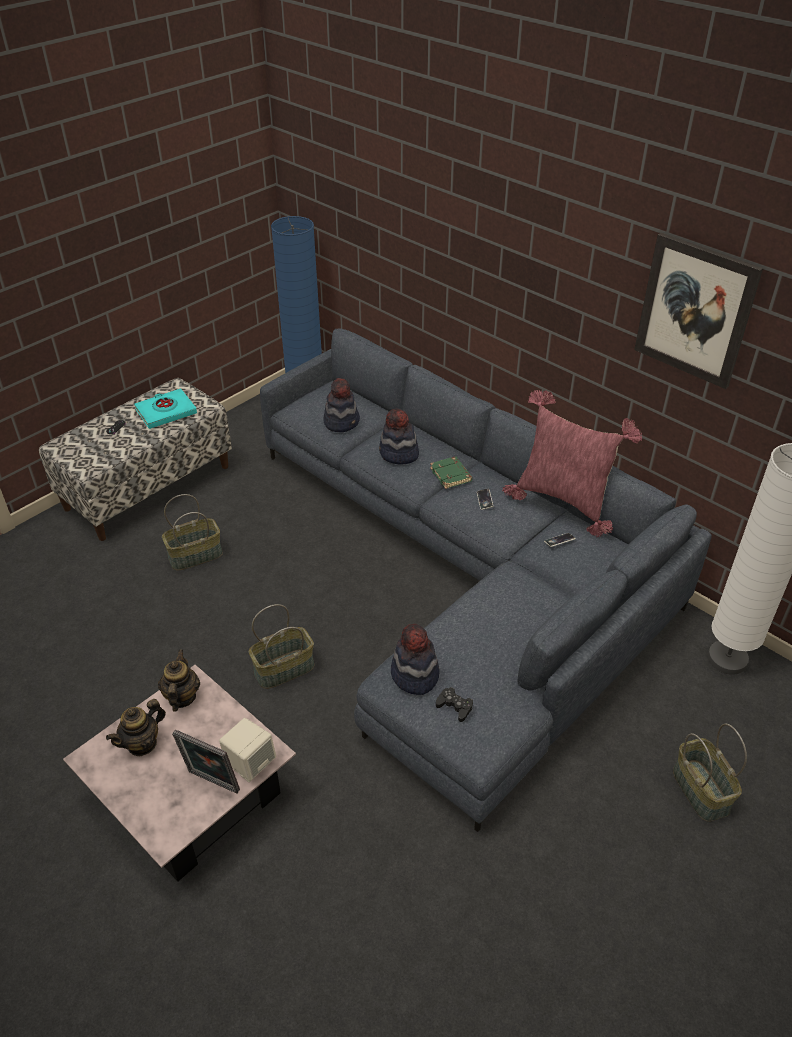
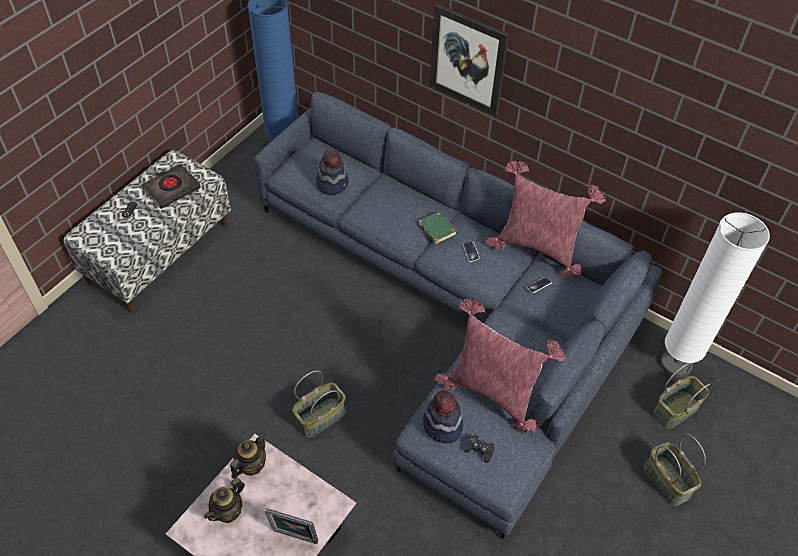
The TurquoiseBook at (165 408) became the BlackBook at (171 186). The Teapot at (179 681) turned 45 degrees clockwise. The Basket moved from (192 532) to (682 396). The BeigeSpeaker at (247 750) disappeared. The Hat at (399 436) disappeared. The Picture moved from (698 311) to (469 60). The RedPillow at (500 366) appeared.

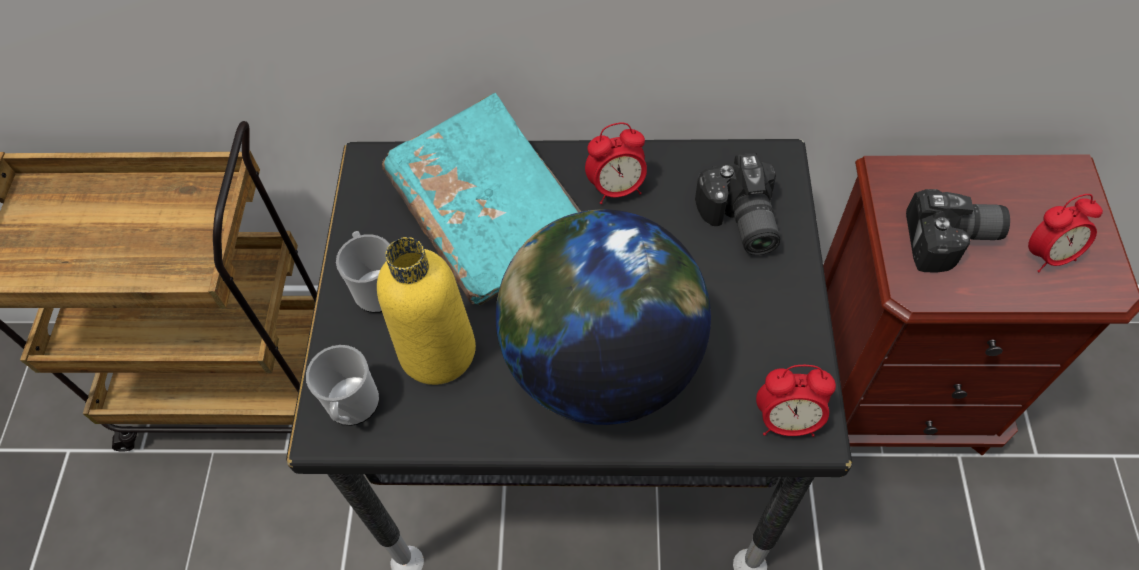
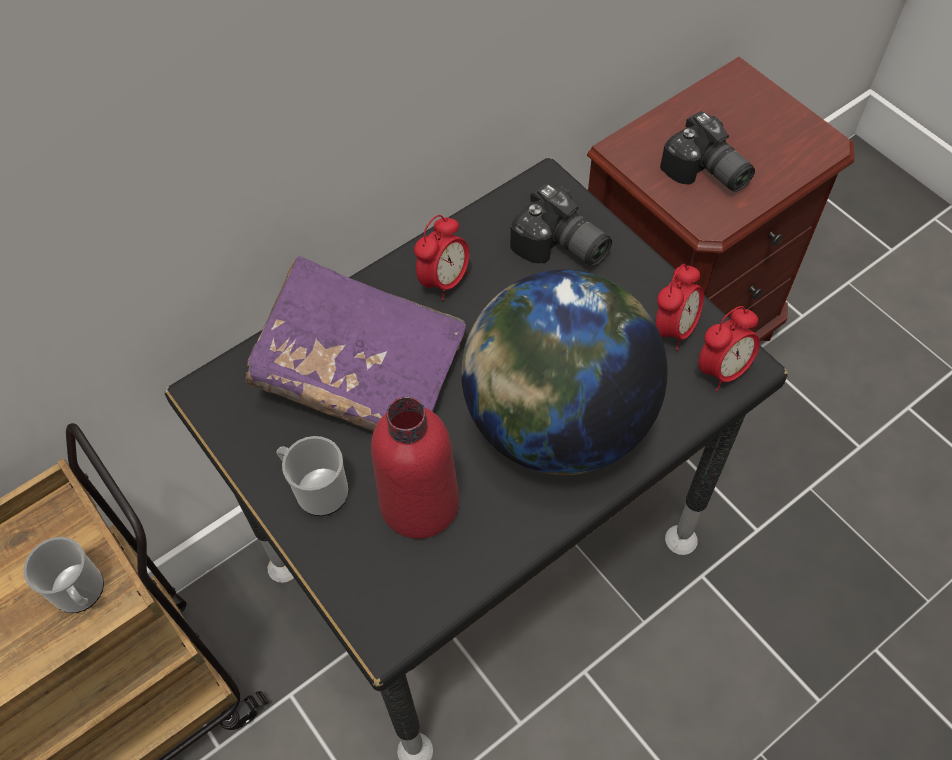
The Mug moved from (342 385) to (63 575). The YellowBottle at (426 311) became the RedBottle at (415 468). The TurquoiseBook at (481 199) became the PurpleBook at (356 343). The PhotoCamera at (958 230) turned 90 degrees clockwise. The AlarmClock moved from (1065 233) to (680 307).

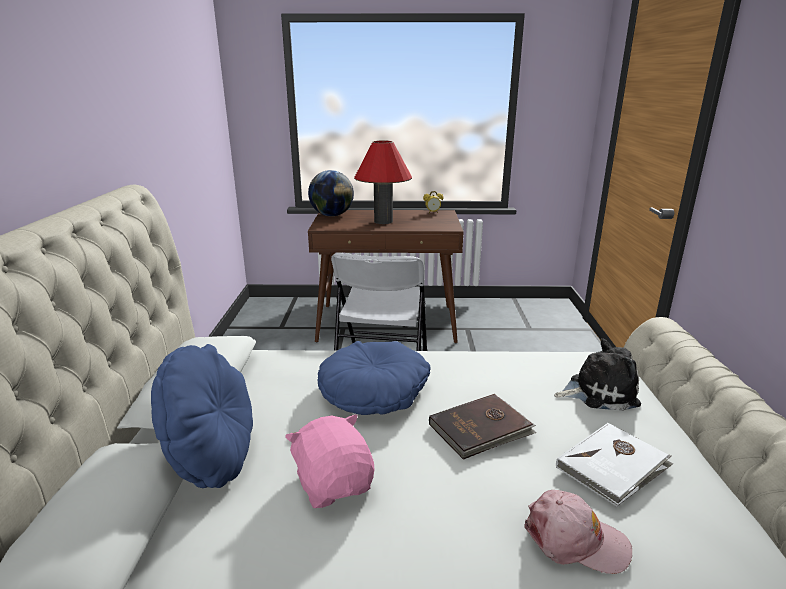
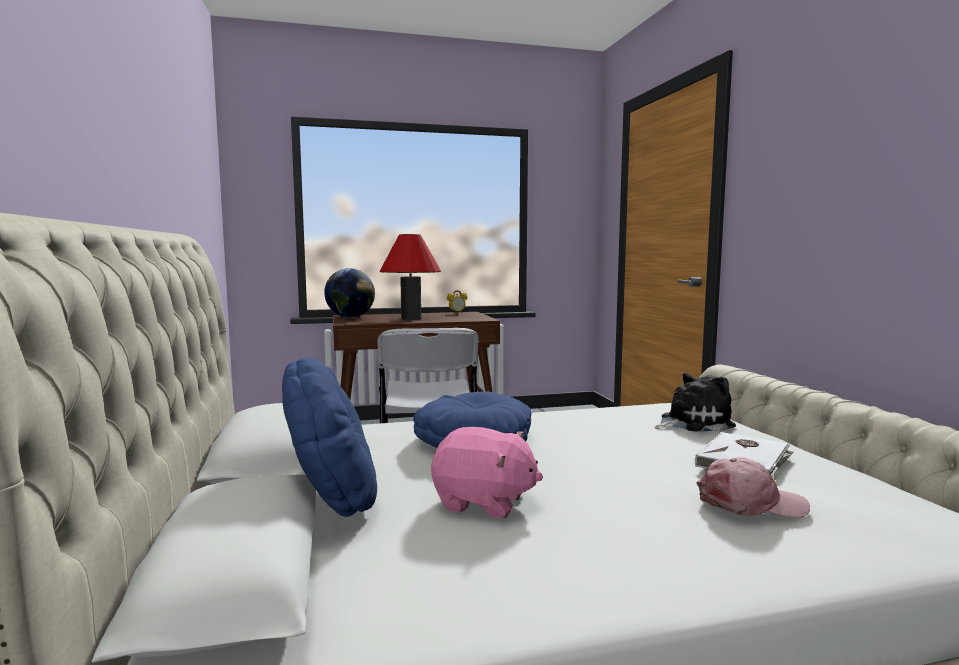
The PinkPlushToy at (329 461) turned 150 degrees clockwise. The BrownBook at (483 427) disappeared.

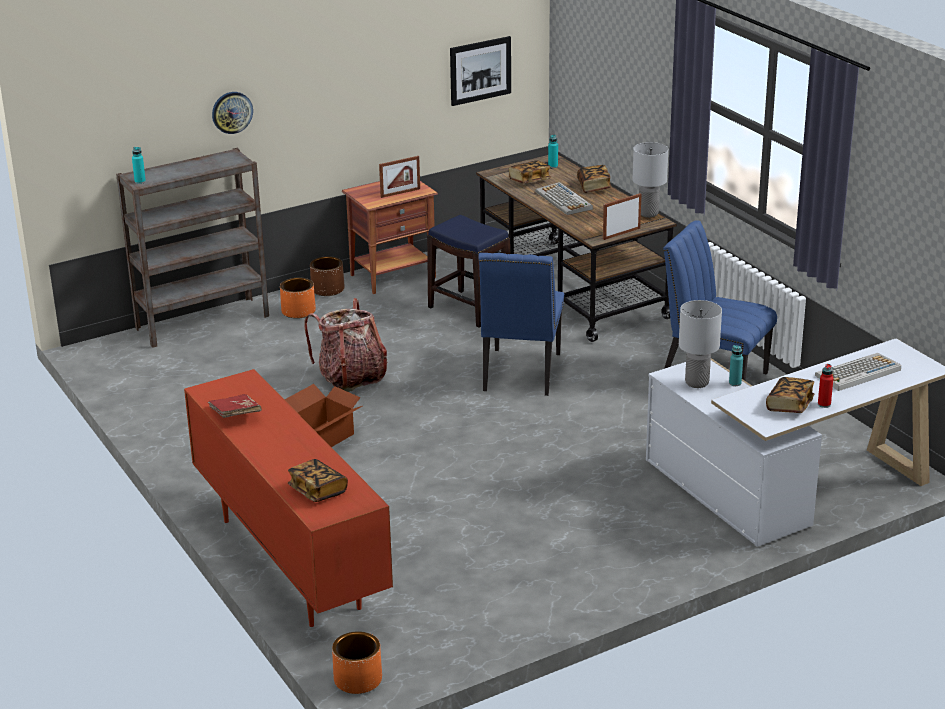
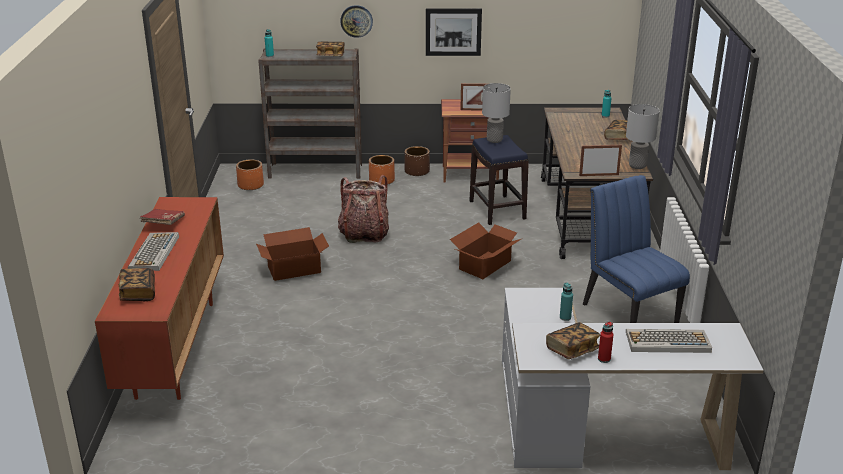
The OrangePlanter moved from (357 662) to (250 174). The Picture moved from (480 71) to (454 32). The BlueChair at (521 324) was replaced by the CardboardBox at (485 250). The Book moved from (530 172) to (330 49). The Keyboard moved from (564 198) to (153 251). The GreyTableLamp moved from (700 344) to (496 113).

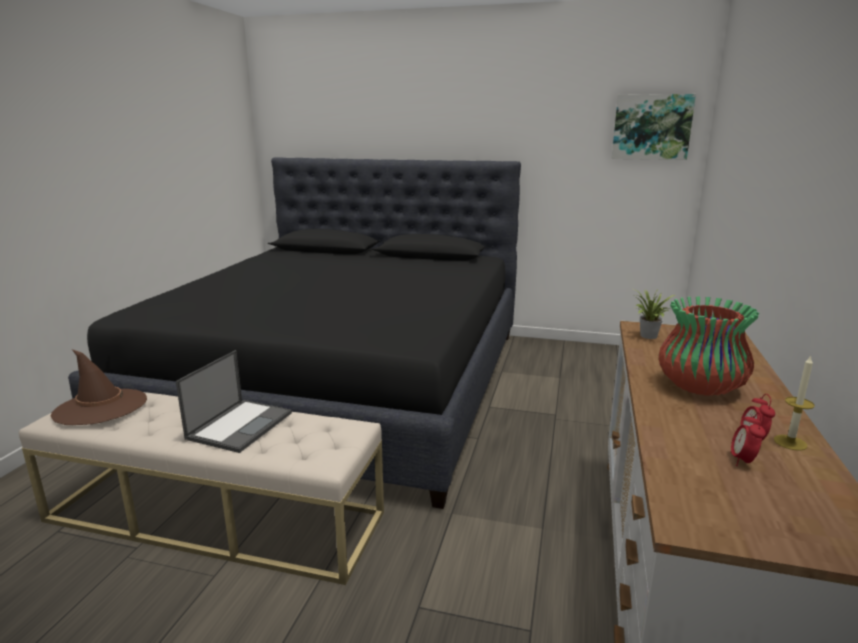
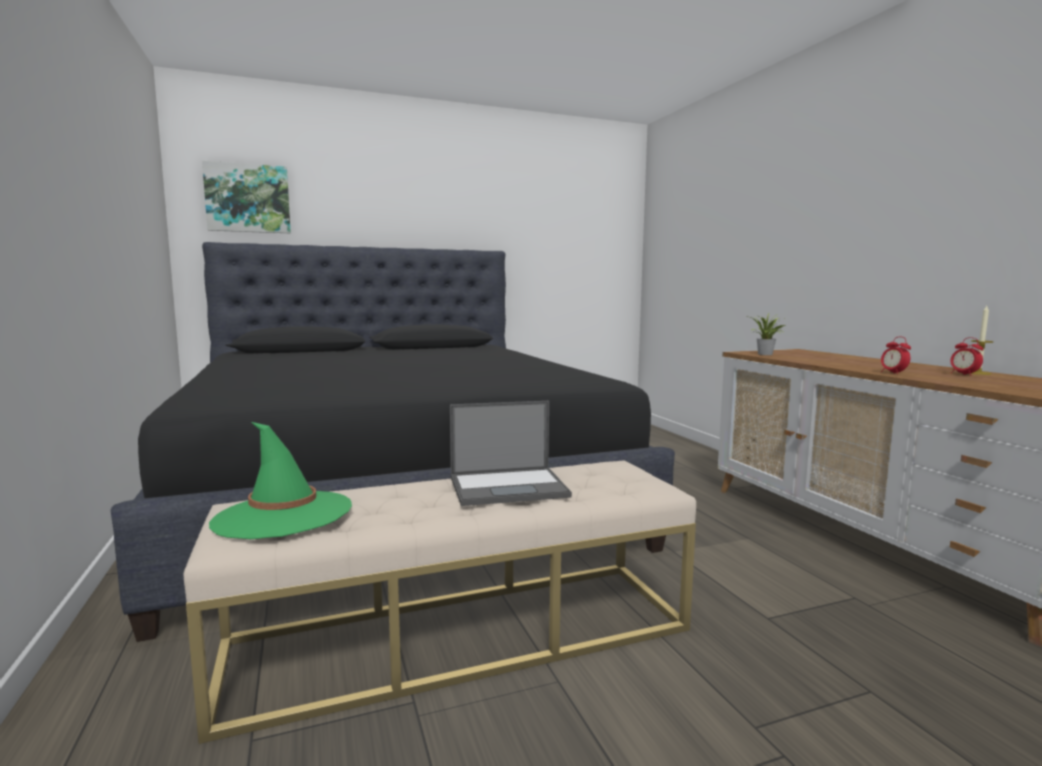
The BrownHat at (99 387) became the GreenHat at (280 480). The Laptop at (234 401) turned 90 degrees clockwise. The Picture moved from (653 127) to (246 197). The Vase at (709 346) disappeared. The AlarmClock moved from (748 439) to (896 355).

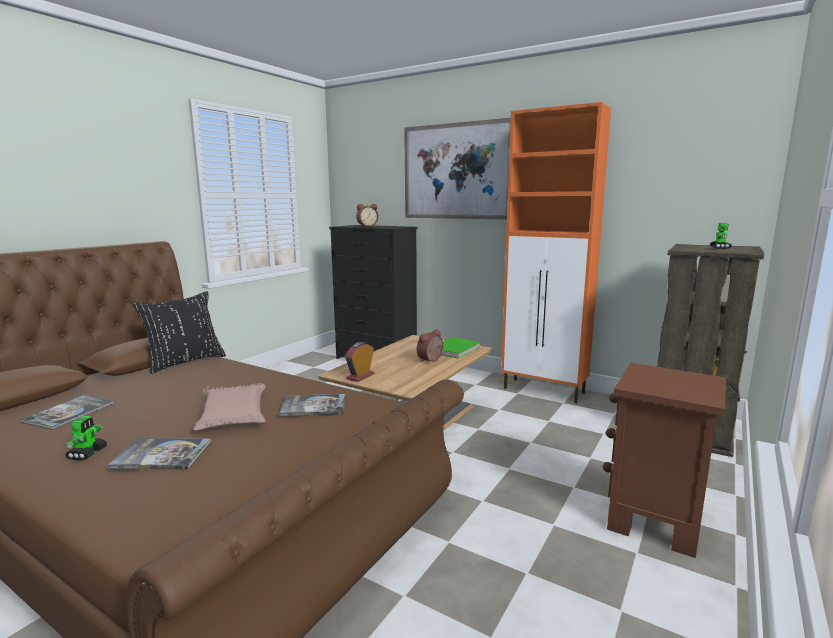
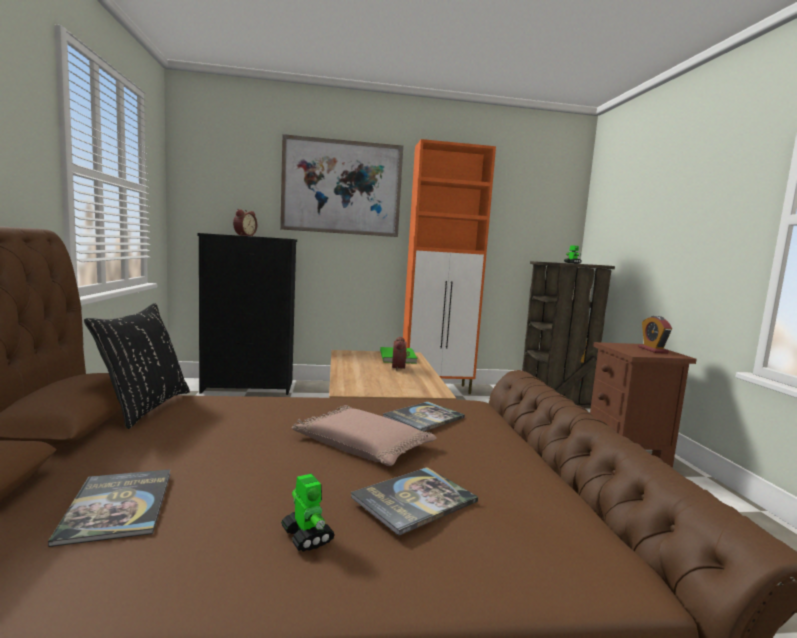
The AlarmClock moved from (360 362) to (655 334).

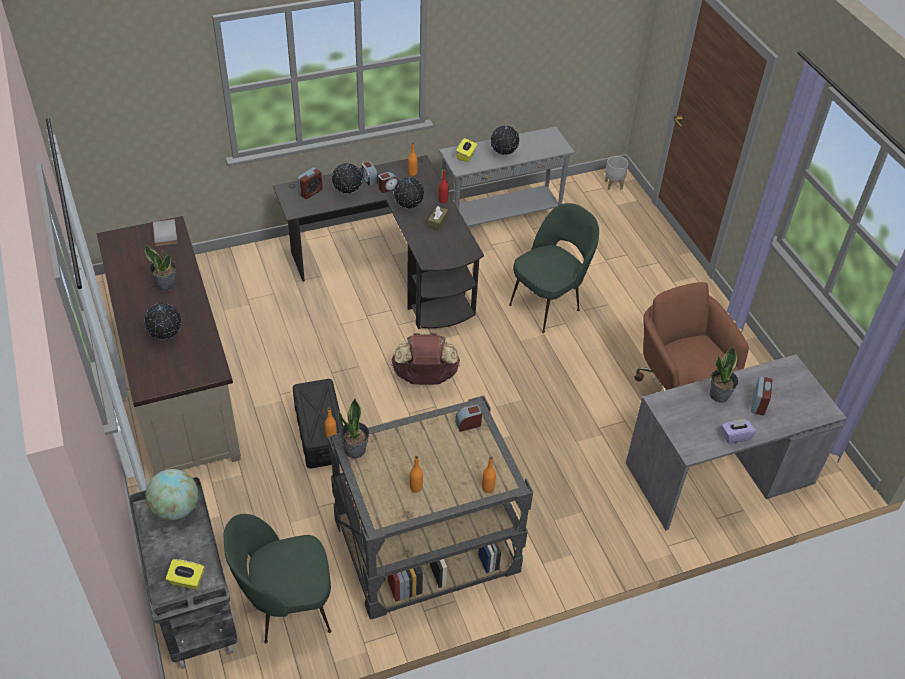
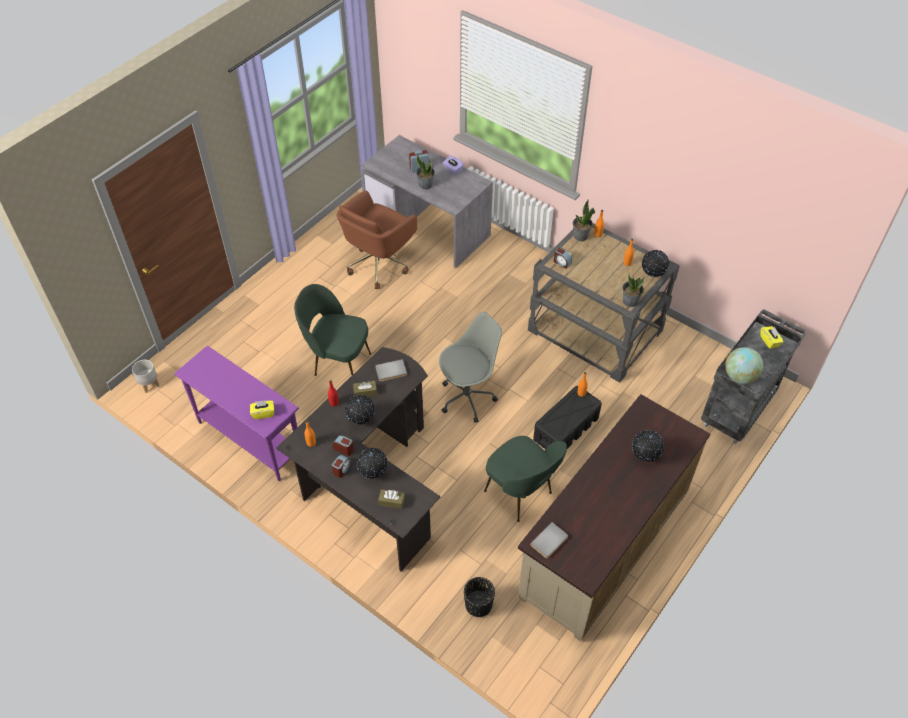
The PottedPlant moved from (160 268) to (584 220). The GreenChair moved from (277 578) to (525 479). The AlarmClock at (309 183) was replaced by the BrownTissueBox at (391 499). The BrownBackpack at (426 359) was replaced by the GreyOfficeChair at (470 367). The GreyConsoleTable at (507 177) became the PurpleConsoleTable at (236 413). The Globe moved from (504 140) to (655 263). The GreyBook at (391 370) appeared. The BlackPlanter at (479 597) appeared.

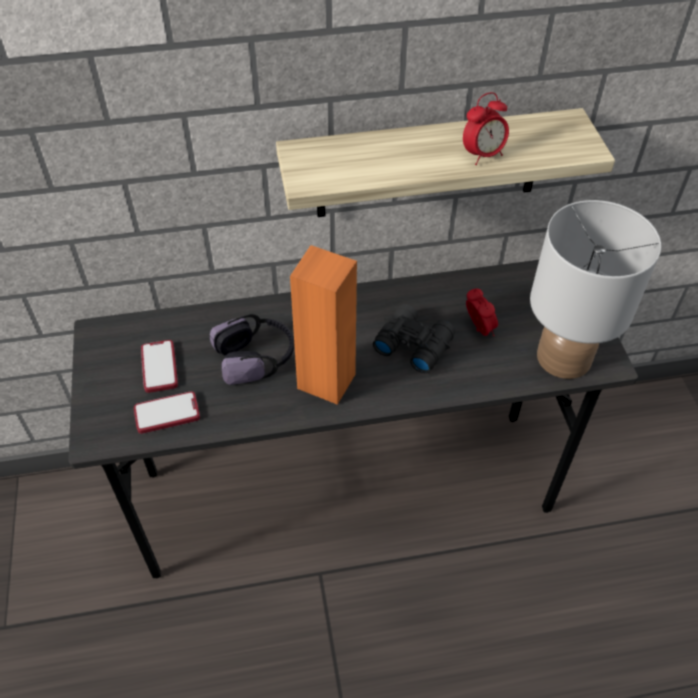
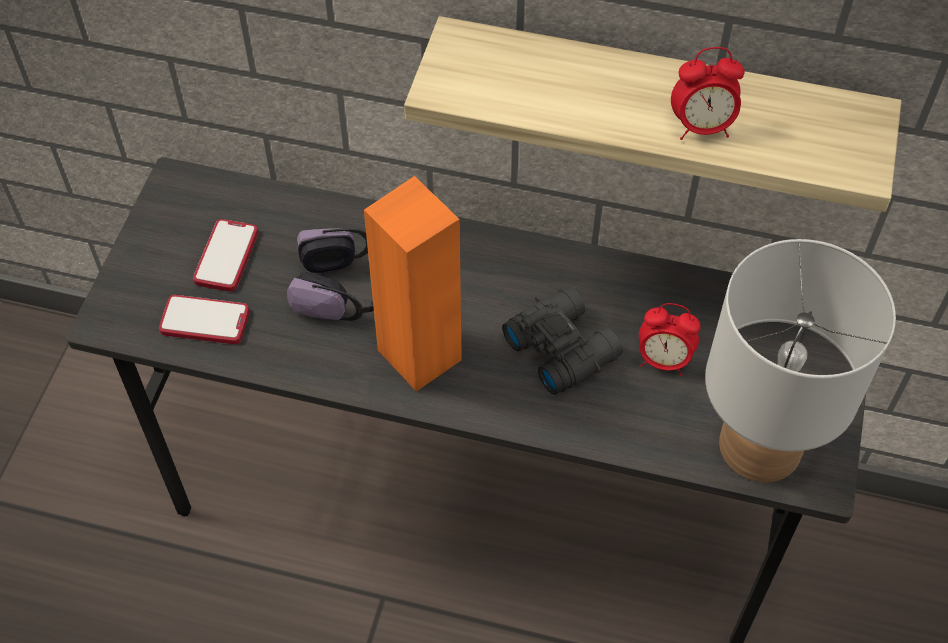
The AlarmClock at (482 312) turned 105 degrees clockwise.

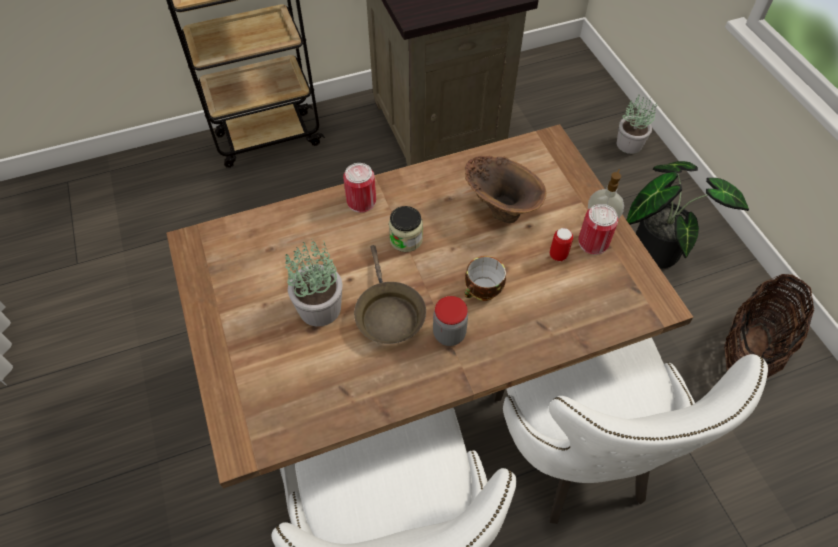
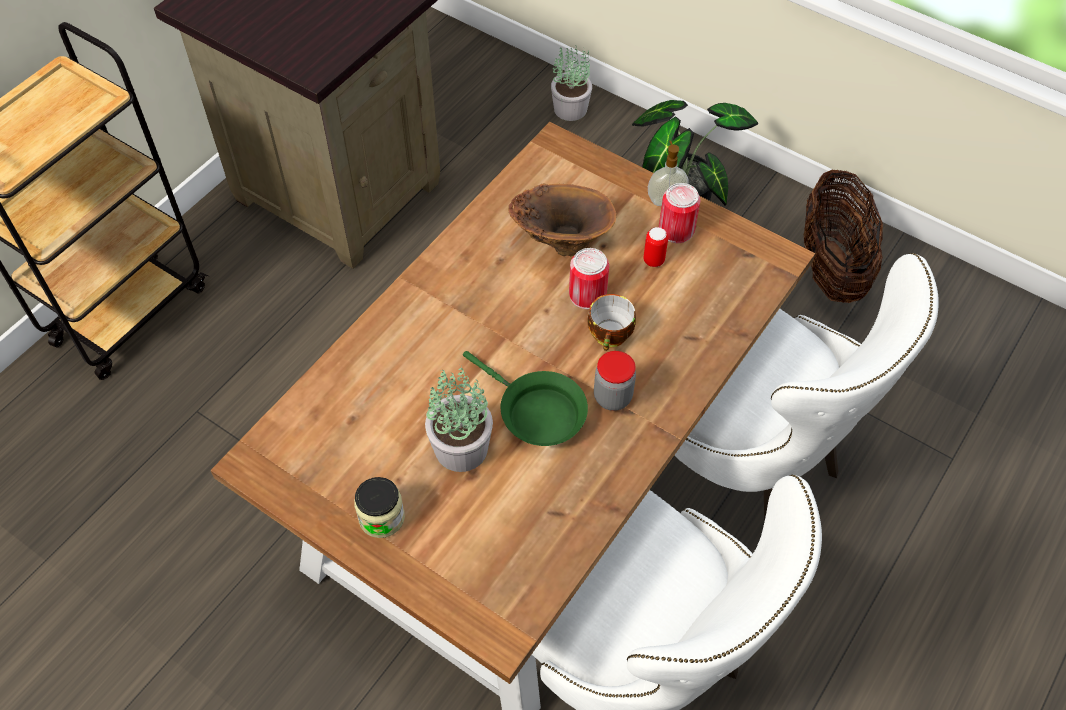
The Can moved from (359 188) to (589 278). The BrownFryingPan at (390 294) became the GreenFryingPan at (525 398). The Jar moved from (406 229) to (379 507).

